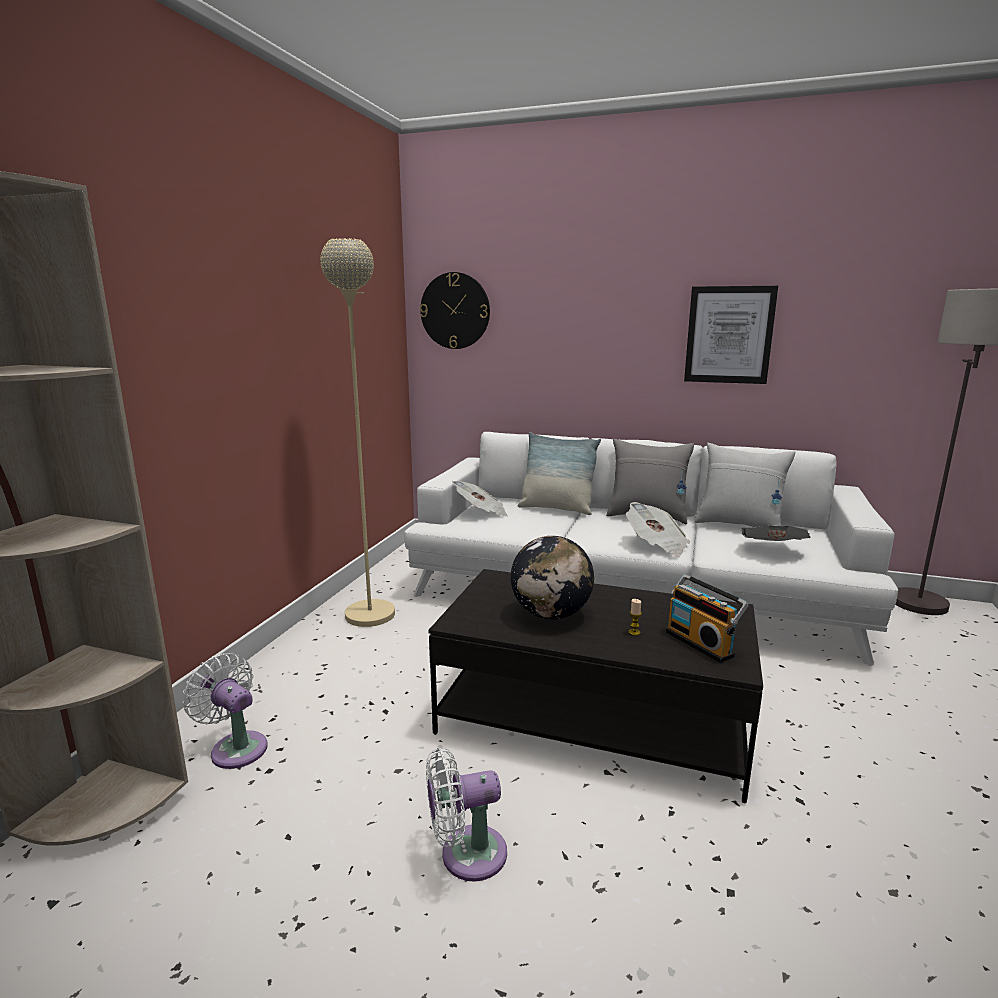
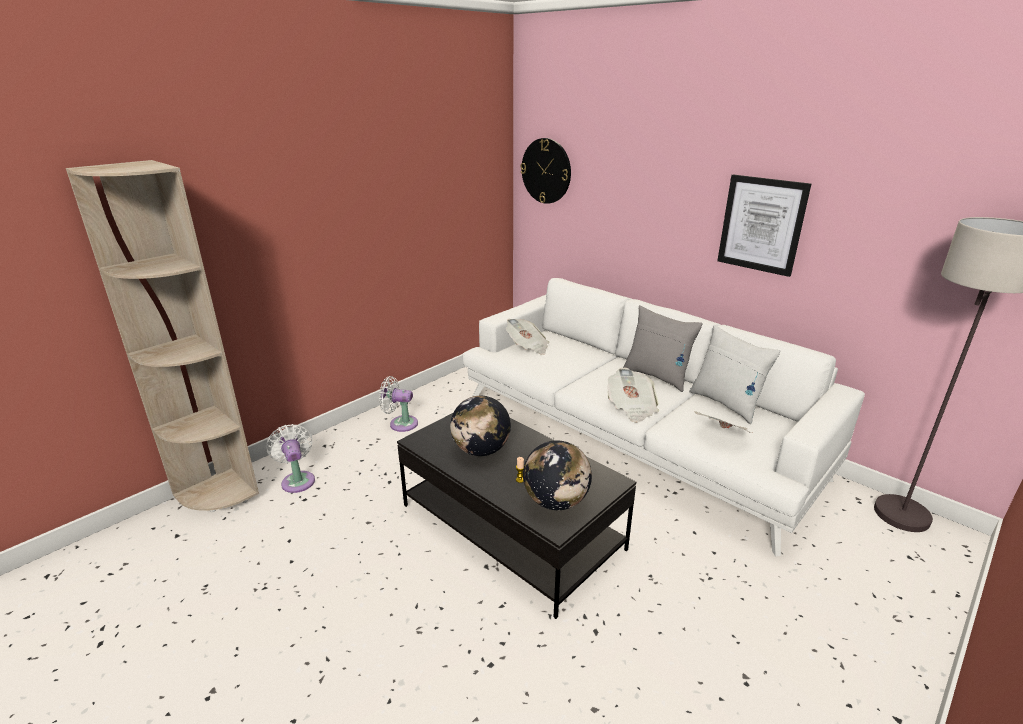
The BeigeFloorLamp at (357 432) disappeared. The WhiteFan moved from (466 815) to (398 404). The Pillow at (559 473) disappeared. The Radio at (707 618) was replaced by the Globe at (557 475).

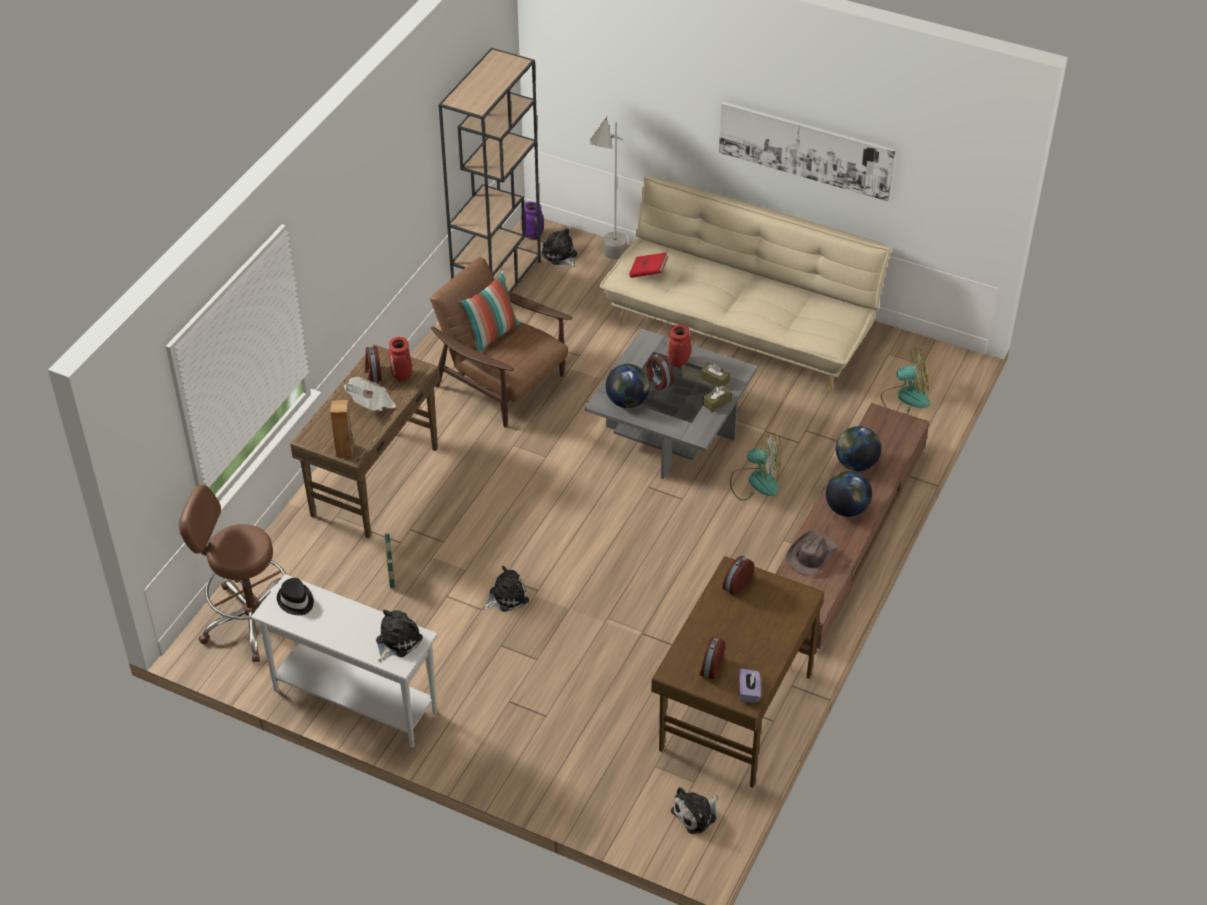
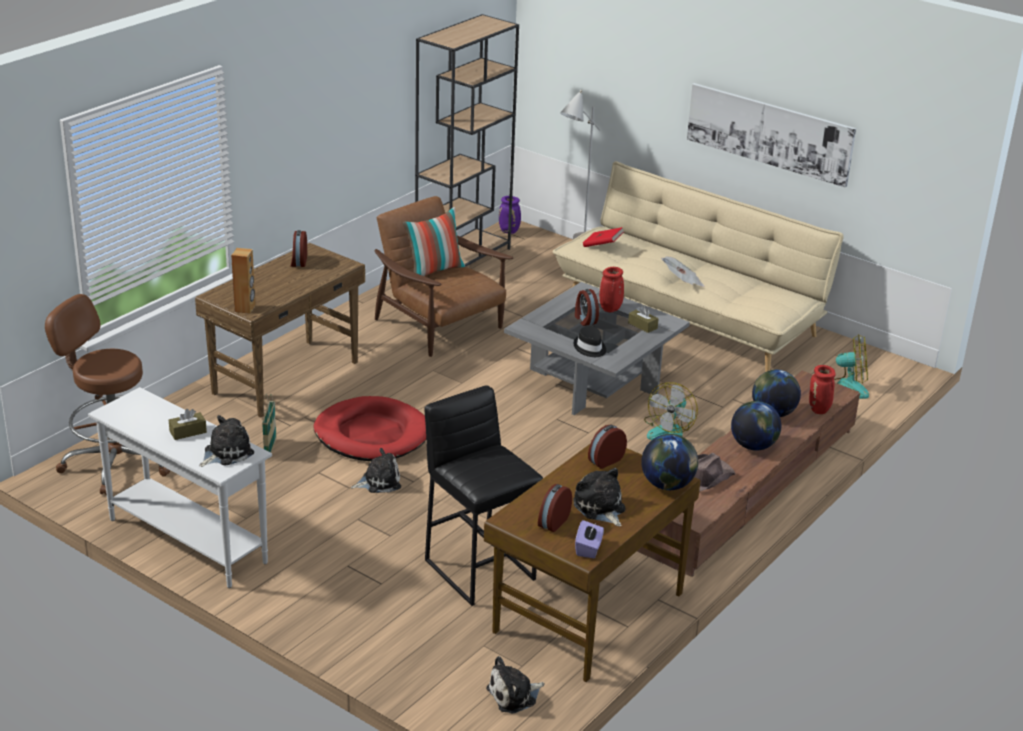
The BlackHat moved from (295 596) to (590 341). The Newspaper moved from (370 394) to (683 271). The RedVase moved from (400 359) to (822 389). The PlushToy moved from (559 247) to (599 497). The Globe moved from (628 386) to (669 462). The BrownTissueBox moved from (717 398) to (188 424). The Fan at (755 466) turned 90 degrees clockwise. The RedDogBed at (369 428) appeared. The BlackStool at (484 495) appeared.

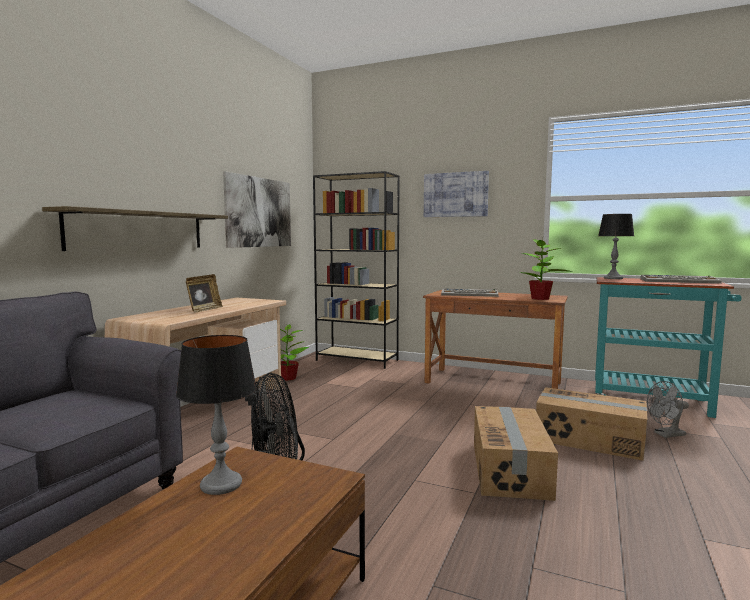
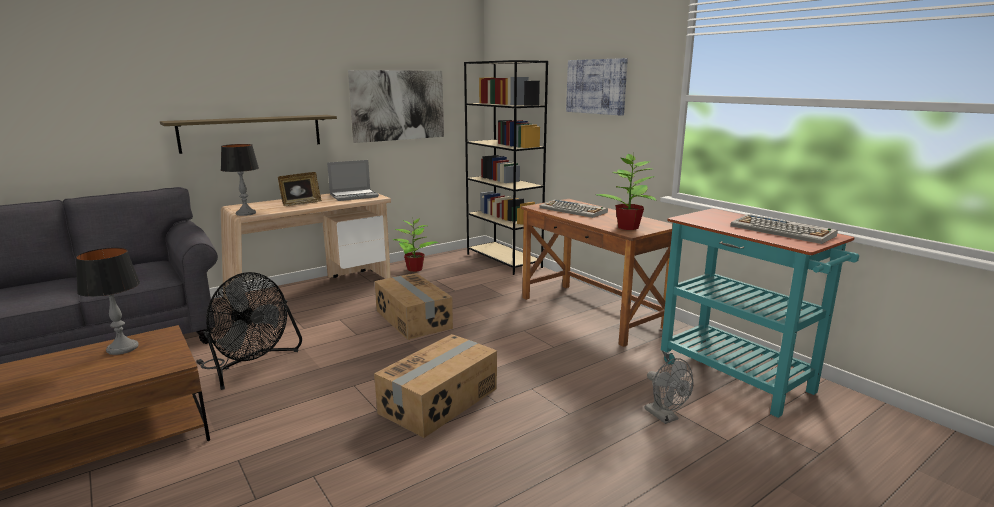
The CardboardBox moved from (591 424) to (414 306). The TableLamp moved from (616 246) to (240 180). The GreyFan at (668 409) turned 135 degrees counterclockwise. The Laptop at (353 180) appeared.

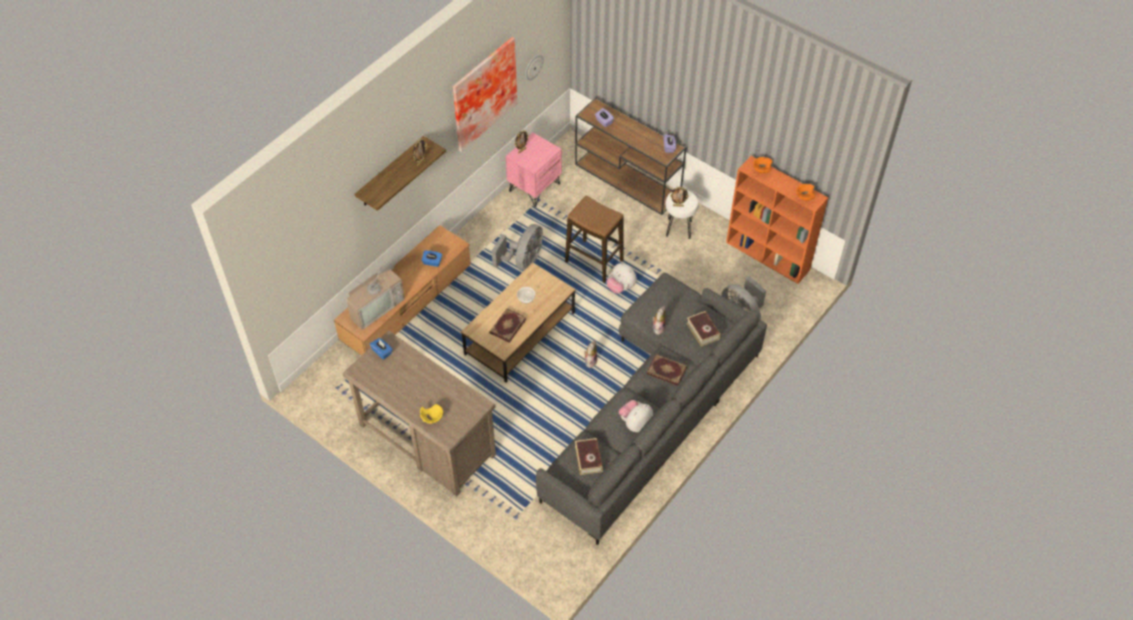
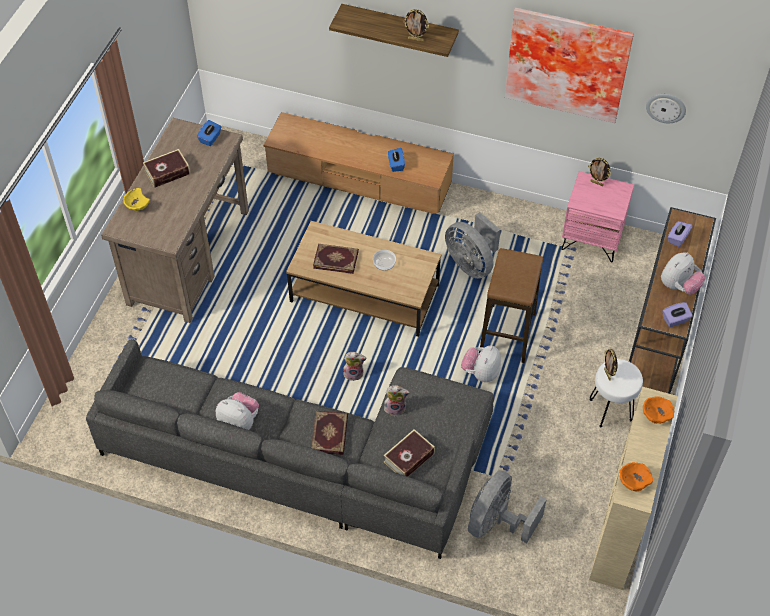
The Television at (375 295) disappeared. The GreyFan at (517 247) turned 45 degrees clockwise. The Book moved from (589 456) to (166 168). The OrangeBookcase at (777 220) became the BeigeBookcase at (633 488). The PlushToy at (683 273) appeared.

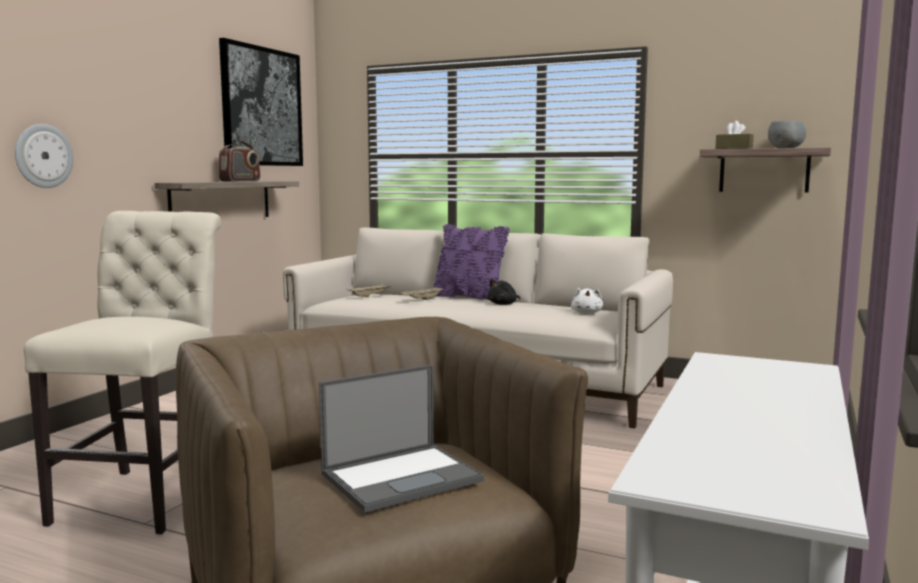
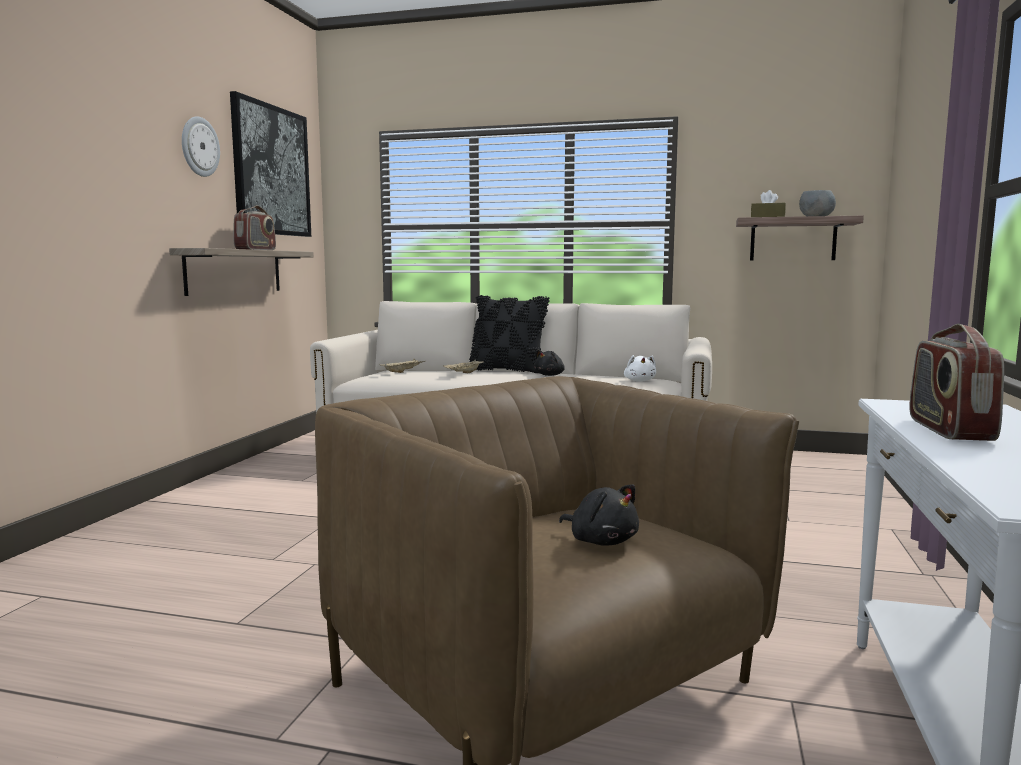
The WallClock moved from (44 156) to (201 146). The BeigeStool at (122 373) disappeared. The Laptop at (401 439) was replaced by the BlackPlushToy at (599 515). The PurplePillow at (471 262) became the BlackPillow at (509 334). The Radio at (956 382) appeared.

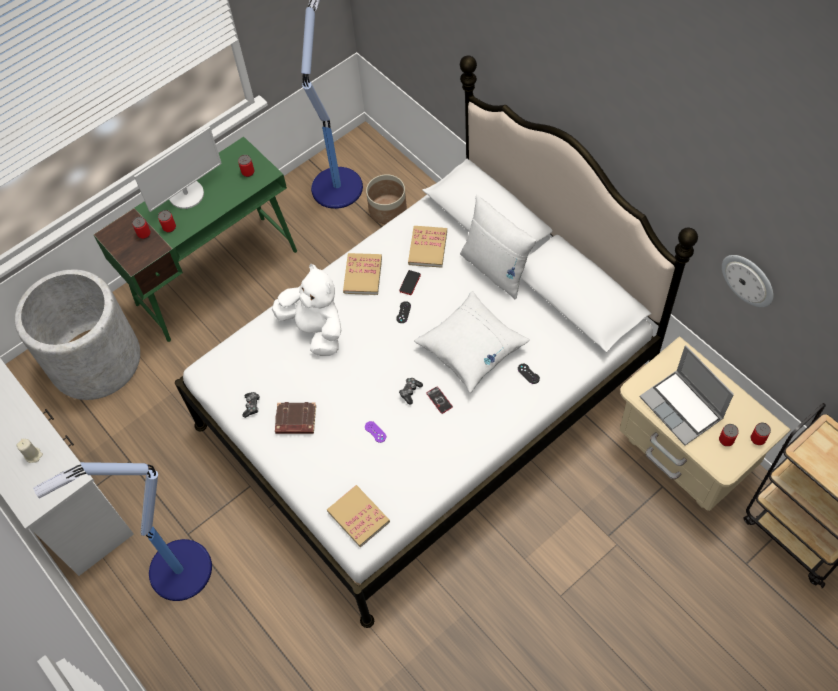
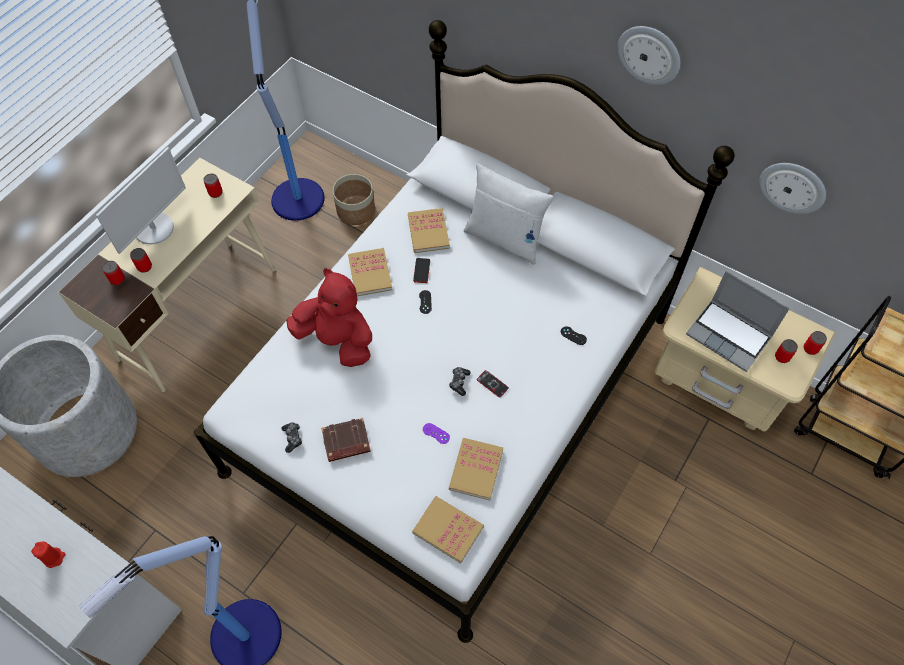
The BeigeCandle at (29 451) became the RedCandle at (48 554). The GreenDesk at (195 239) became the BeigeDesk at (166 275). The WhitePlushToy at (306 309) became the RedPlushToy at (329 317). The GreyPillow at (472 342) disappeared. The Book at (476 469) appeared. The WallClock at (648 55) appeared.

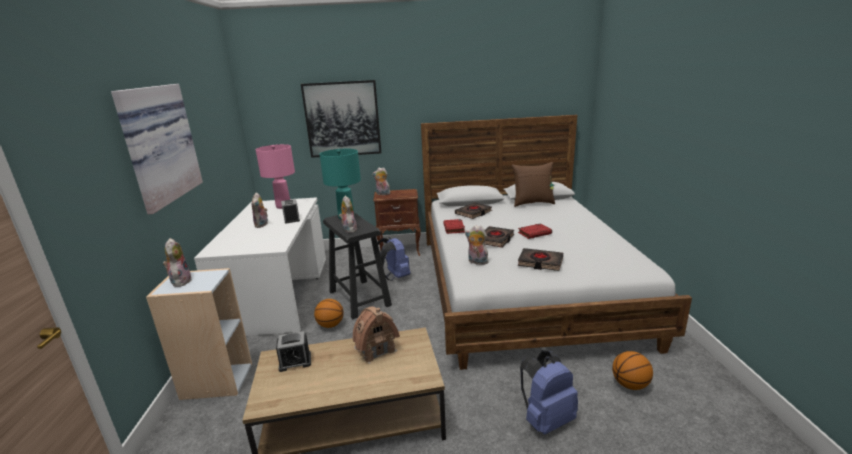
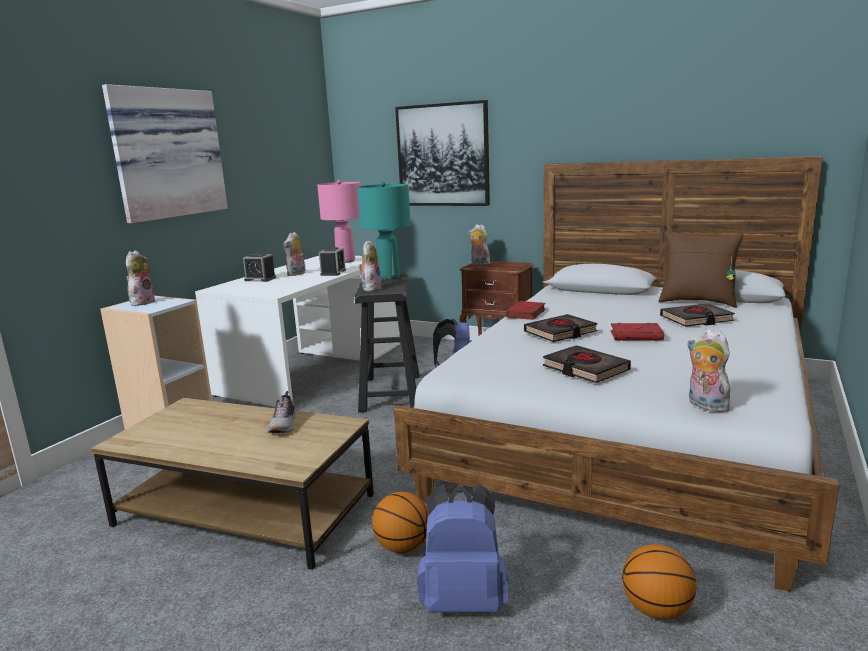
The AlarmClock moved from (293 351) to (259 267). The Basketball moved from (329 313) to (400 522). The ToyHouse at (376 335) was replaced by the Shoe at (282 412). The BlackBook moved from (473 210) to (697 315). The PlushToy moved from (476 245) to (708 370).

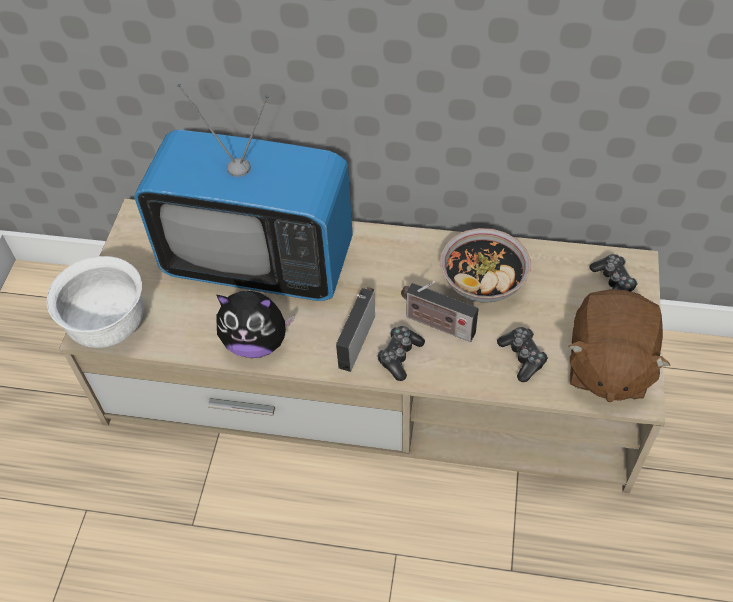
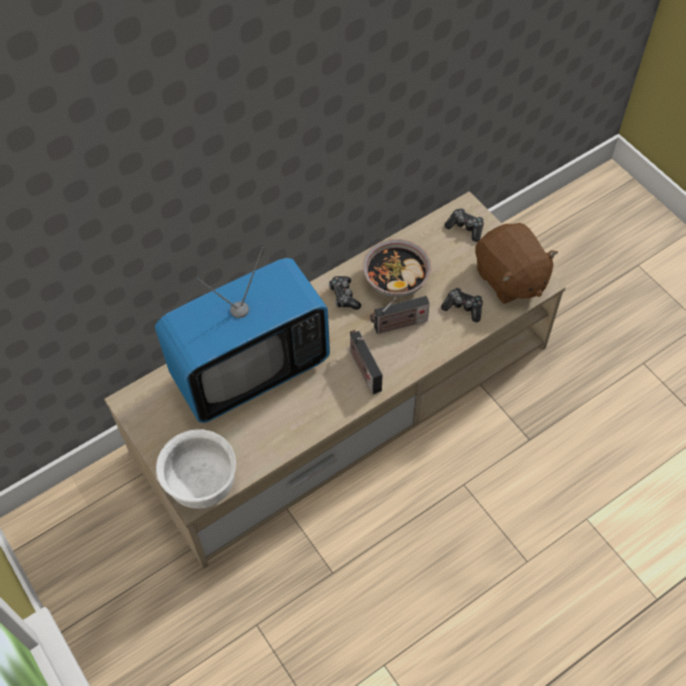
The PlushToy at (255 324) disappeared. The GameController moved from (401 353) to (345 293).

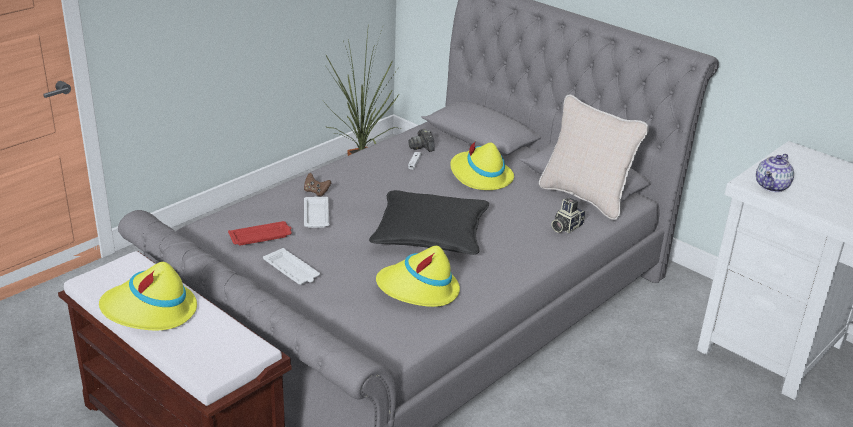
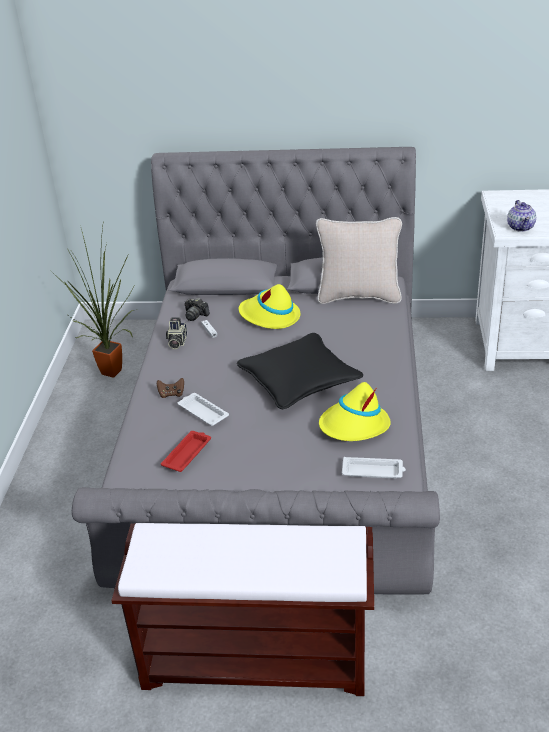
The YellowHat at (148 296) disappeared. The WhiteTray moved from (291 266) to (374 467). The PhotoCamera moved from (568 215) to (176 333).

